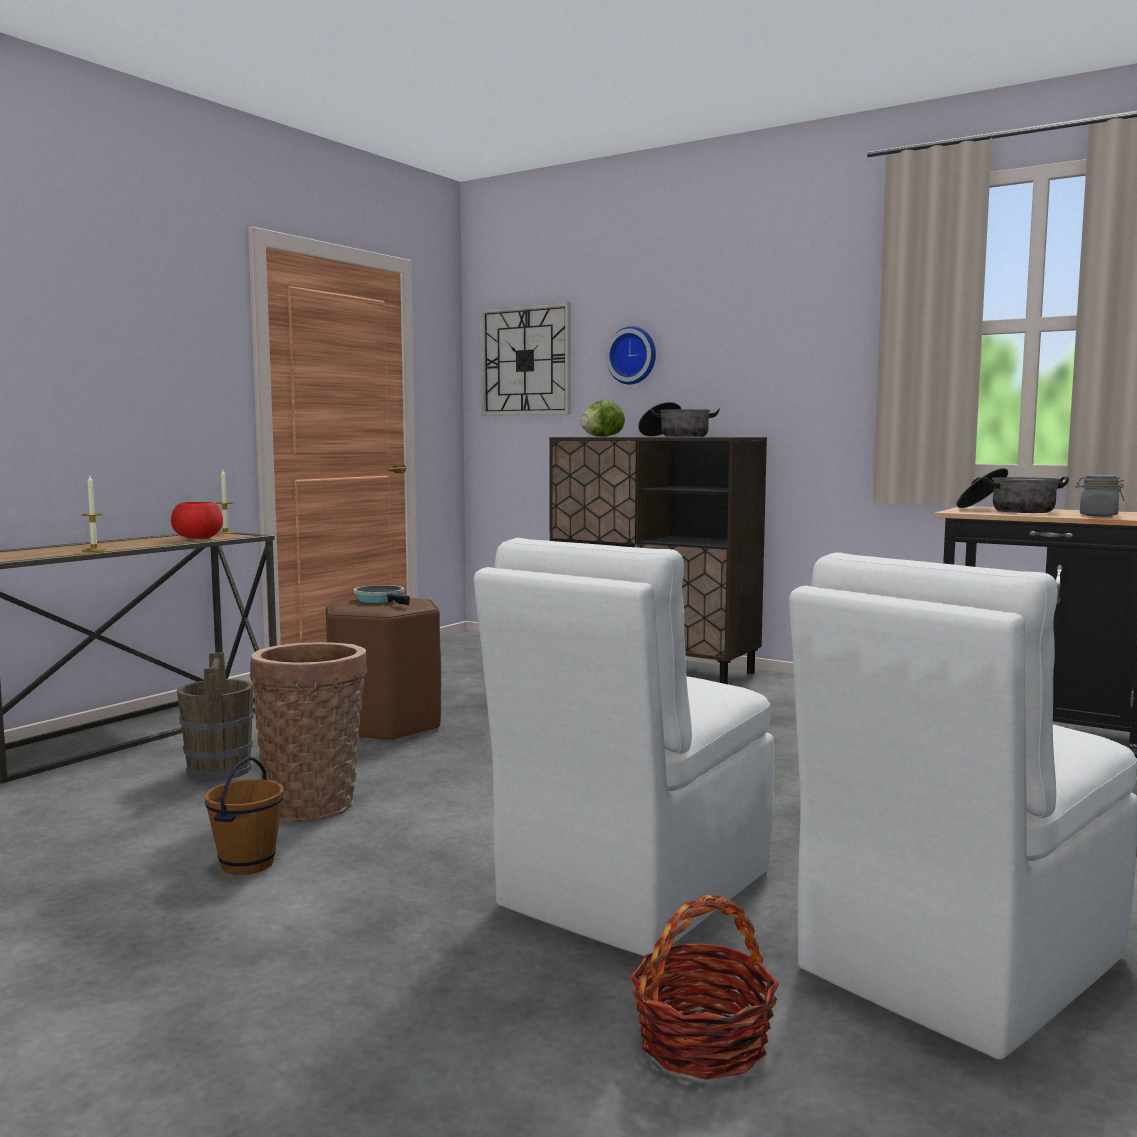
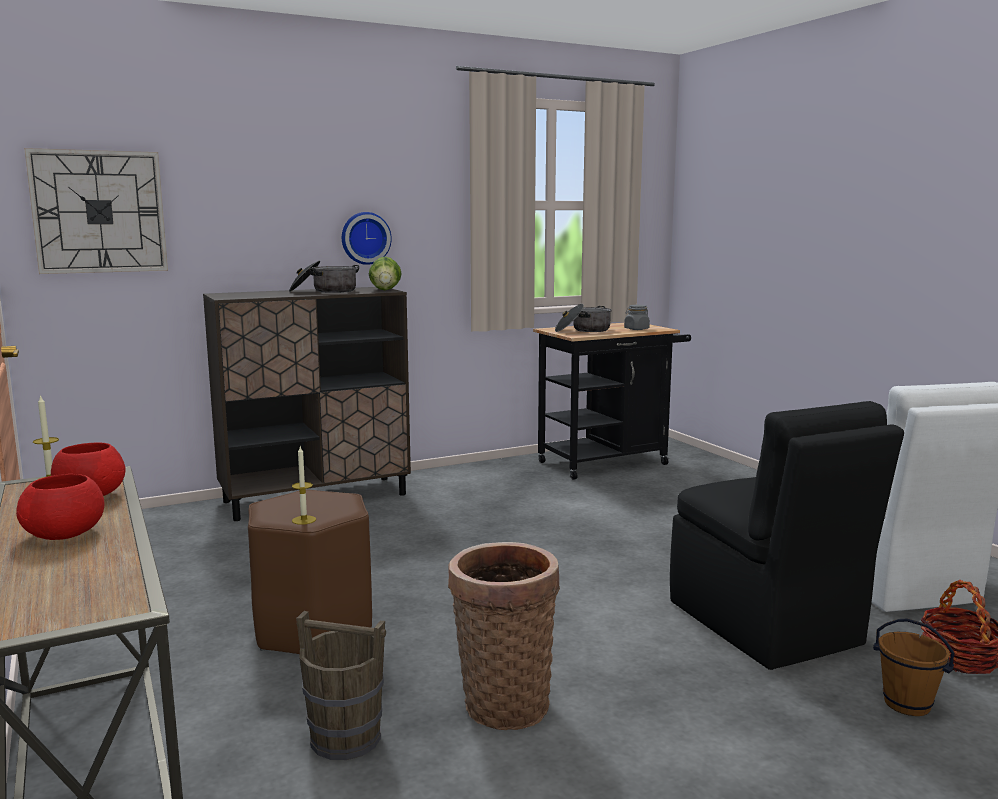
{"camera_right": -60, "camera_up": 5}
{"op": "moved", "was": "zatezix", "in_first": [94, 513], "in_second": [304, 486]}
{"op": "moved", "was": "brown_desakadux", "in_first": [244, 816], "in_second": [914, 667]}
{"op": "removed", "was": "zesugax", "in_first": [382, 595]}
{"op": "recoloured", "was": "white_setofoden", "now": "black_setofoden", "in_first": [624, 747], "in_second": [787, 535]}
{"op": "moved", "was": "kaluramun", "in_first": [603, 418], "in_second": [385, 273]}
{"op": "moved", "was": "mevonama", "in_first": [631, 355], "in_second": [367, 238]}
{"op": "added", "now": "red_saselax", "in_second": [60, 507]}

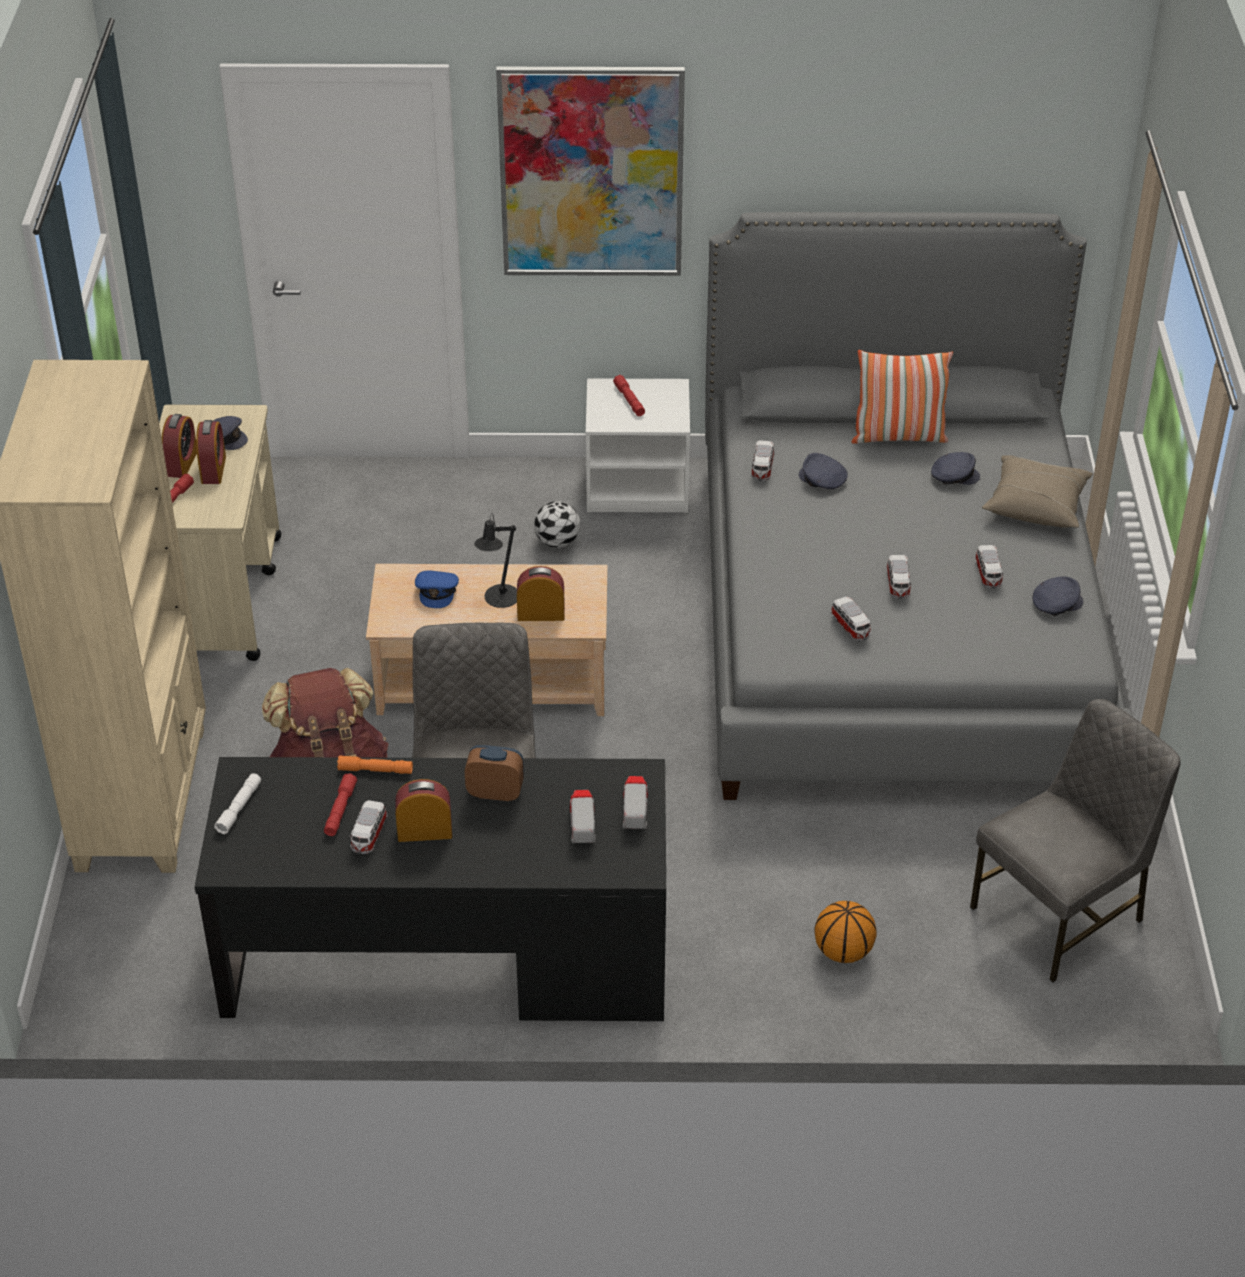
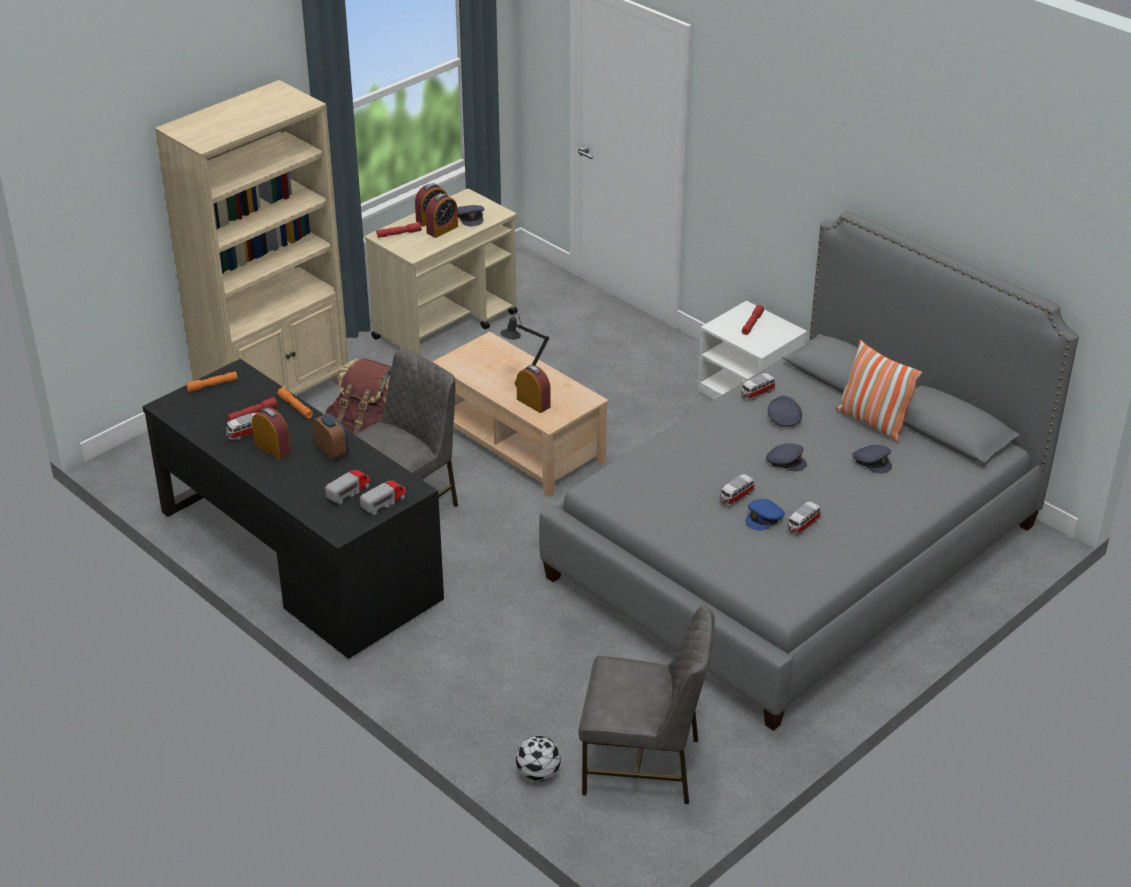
{"camera_right": 45, "camera_up": -5}
{"op": "recoloured", "was": "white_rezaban", "now": "orange_rezaban", "in_first": [237, 803], "in_second": [212, 382]}
{"op": "moved", "was": "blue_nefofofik", "in_first": [437, 589], "in_second": [765, 515]}
{"op": "removed", "was": "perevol", "in_first": [590, 171]}
{"op": "moved", "was": "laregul", "in_first": [557, 524], "in_second": [538, 759]}
{"op": "removed", "was": "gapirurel", "in_first": [845, 932]}
{"op": "removed", "was": "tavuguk", "in_first": [850, 619]}
{"op": "removed", "was": "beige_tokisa", "in_first": [1037, 491]}
{"op": "moved", "was": "grey_nefofofik", "in_first": [1058, 596], "in_second": [786, 457]}

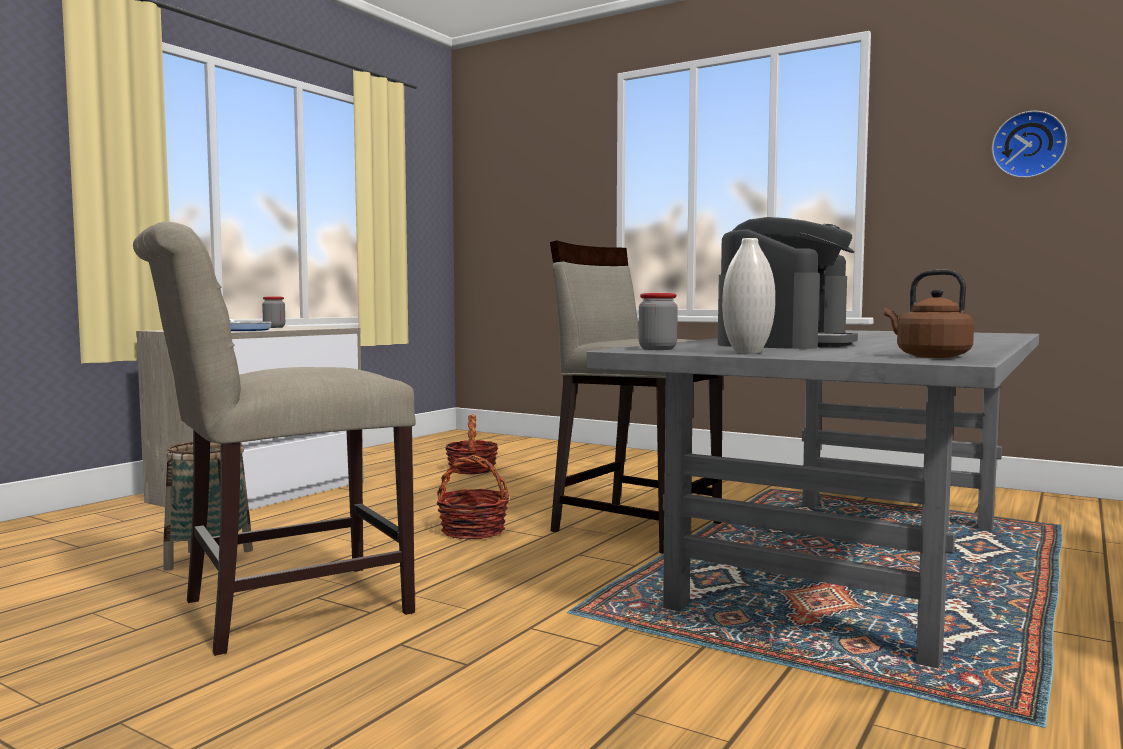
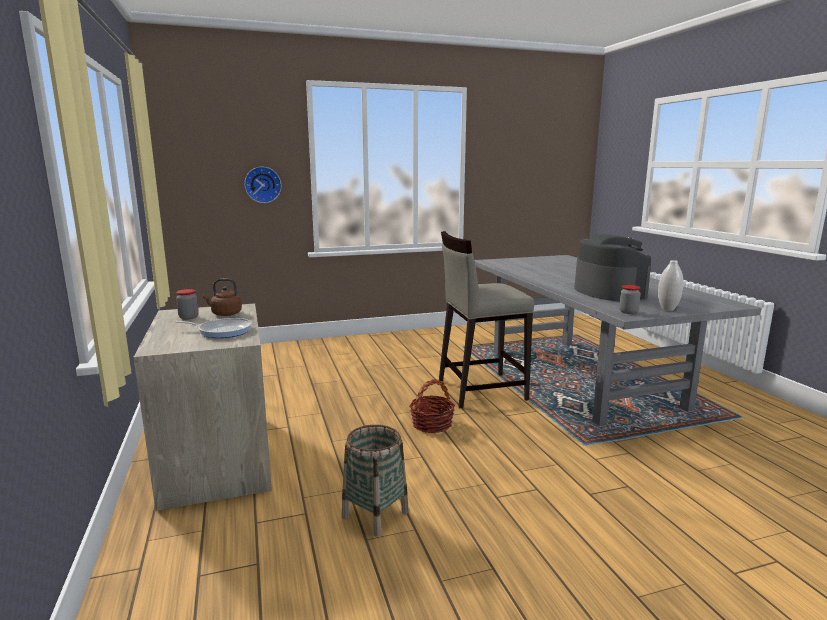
{"camera_right": -50, "camera_up": 10}
{"op": "removed", "was": "beige_setofoden", "in_first": [274, 438]}
{"op": "removed", "was": "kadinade", "in_first": [471, 444]}
{"op": "moved", "was": "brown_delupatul", "in_first": [929, 314], "in_second": [222, 297]}
{"op": "moved", "was": "mevonama", "in_first": [1029, 144], "in_second": [262, 184]}

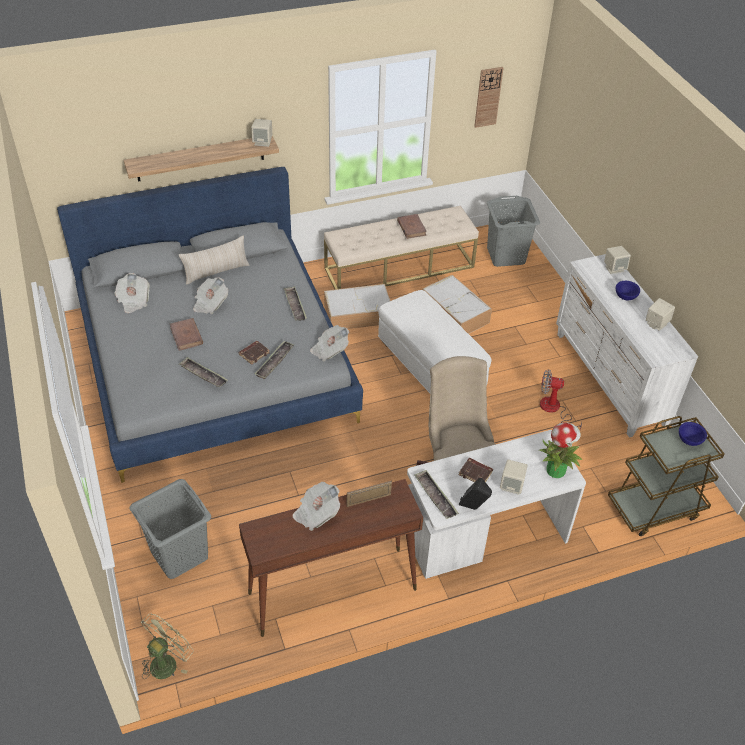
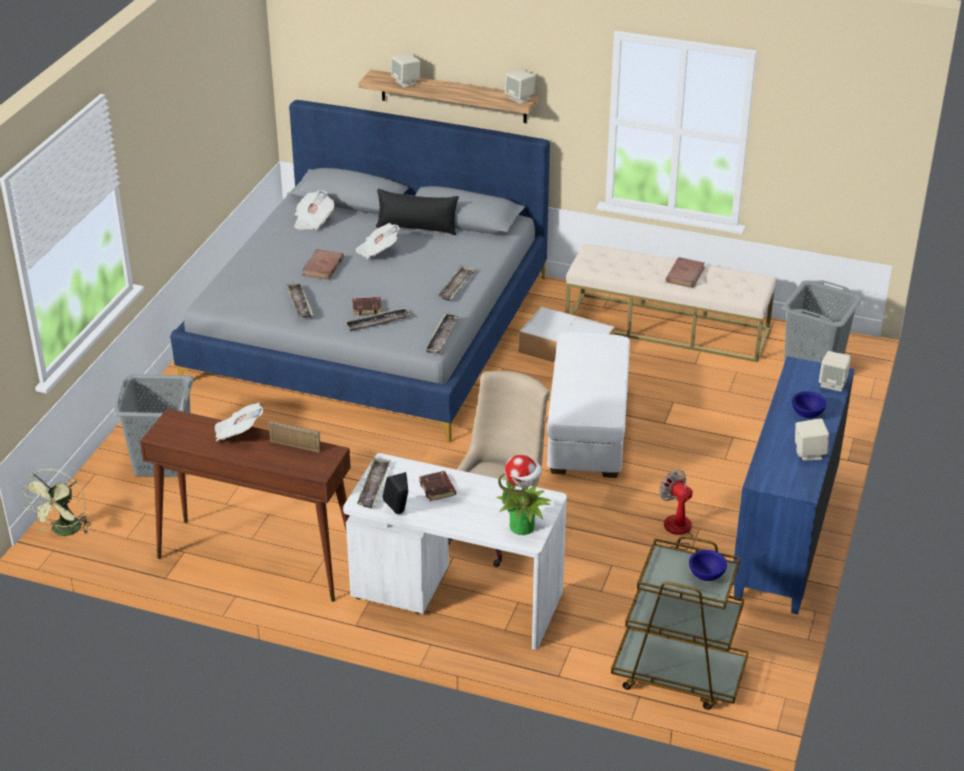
{"camera_right": 40, "camera_up": -10}
{"op": "turned", "was": "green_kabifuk", "in_first": [166, 646], "in_second": [57, 502], "clockwise": 120}
{"op": "recoloured", "was": "beige_tokisa", "now": "black_tokisa", "in_first": [214, 260], "in_second": [417, 212]}
{"op": "replaced", "was": "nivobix", "now": "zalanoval", "in_first": [329, 343], "in_second": [442, 334]}
{"op": "removed", "was": "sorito", "in_first": [457, 304]}
{"op": "removed", "was": "mevonama", "in_first": [489, 97]}
{"op": "moved", "was": "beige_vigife", "in_first": [514, 477], "in_second": [406, 71]}
{"op": "recoloured", "was": "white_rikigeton", "now": "blue_rikigeton", "in_first": [627, 345], "in_second": [794, 485]}

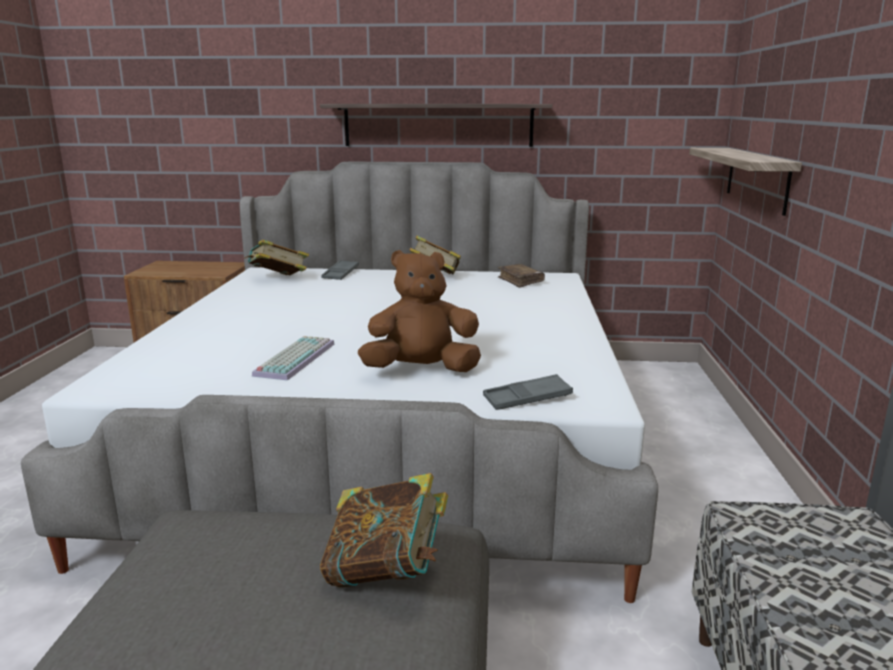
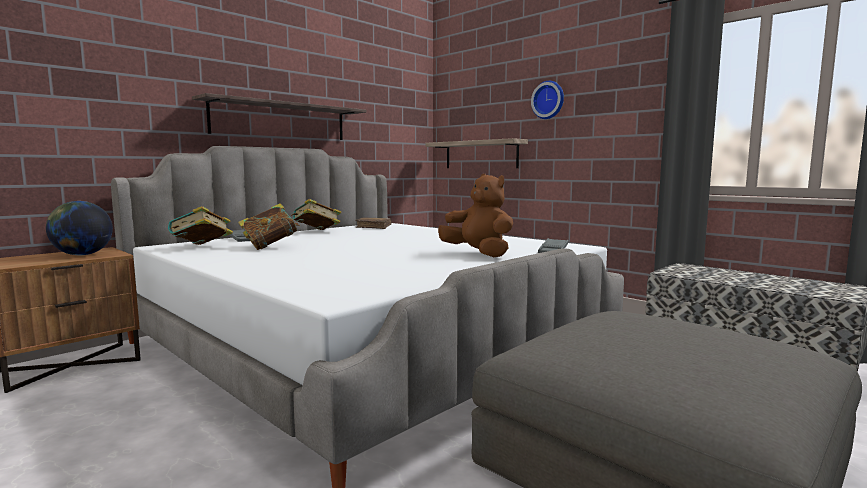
{"camera_right": -50, "camera_up": -10}
{"op": "removed", "was": "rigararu", "in_first": [293, 358]}
{"op": "moved", "was": "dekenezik", "in_first": [384, 530], "in_second": [269, 226]}
{"op": "turned", "was": "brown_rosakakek", "in_first": [419, 311], "in_second": [475, 215], "clockwise": 105}
{"op": "added", "now": "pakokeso", "in_second": [79, 228]}
{"op": "added", "now": "mevonama", "in_second": [547, 100]}

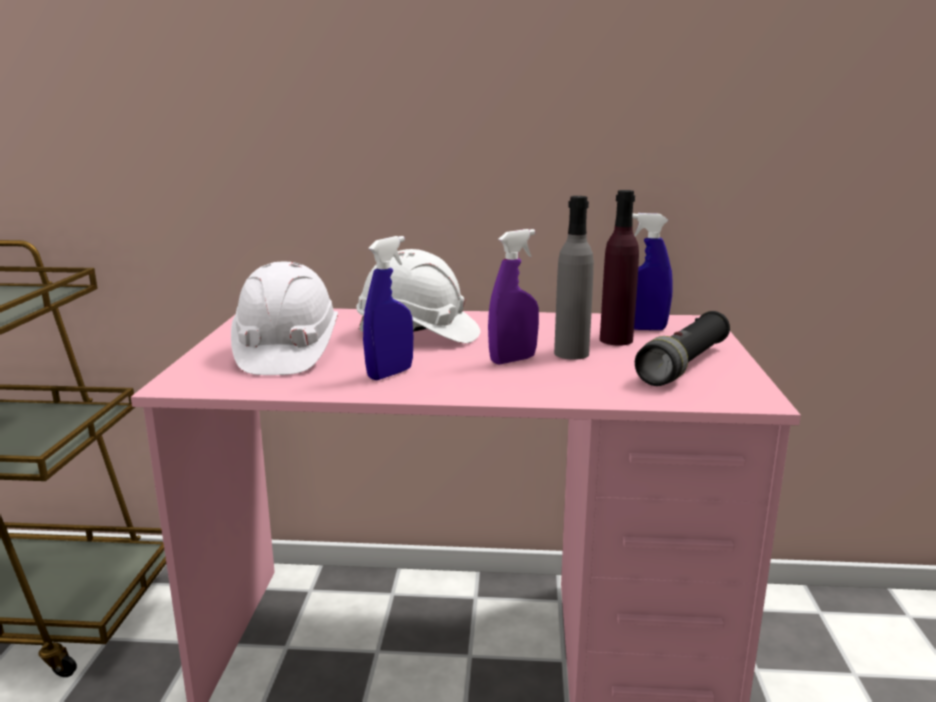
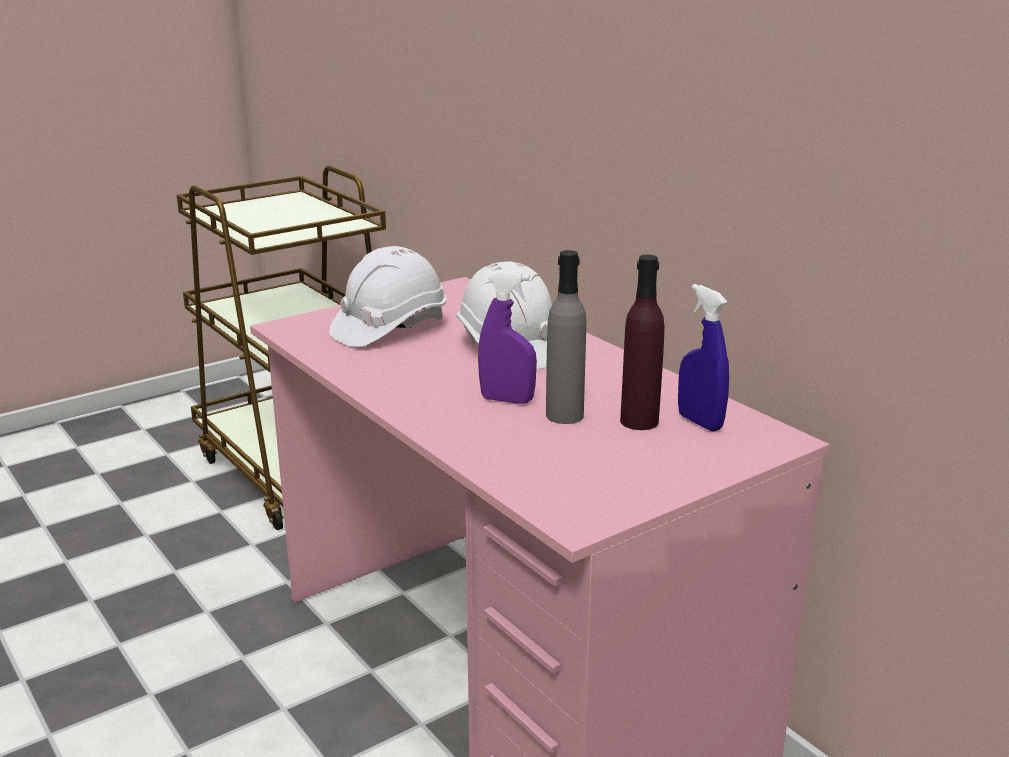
{"camera_right": 50, "camera_up": 5}
{"op": "removed", "was": "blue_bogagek", "in_first": [388, 308]}
{"op": "removed", "was": "black_rezaban", "in_first": [682, 348]}

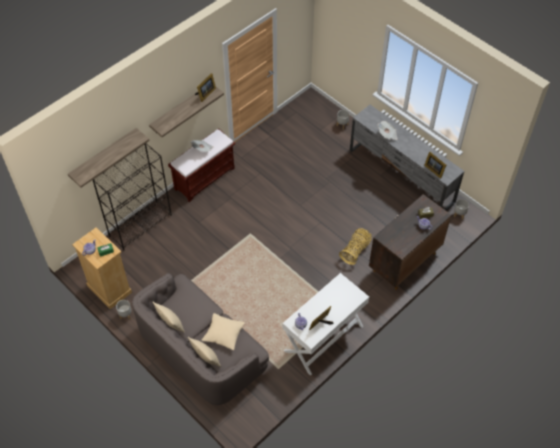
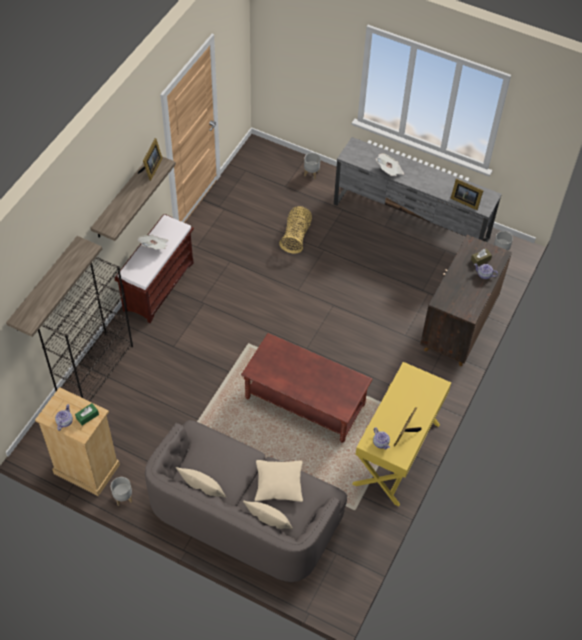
{"camera_right": -20, "camera_up": 0}
{"op": "recoloured", "was": "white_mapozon", "now": "yellow_mapozon", "in_first": [326, 324], "in_second": [401, 434]}
{"op": "moved", "was": "kadinade", "in_first": [355, 246], "in_second": [295, 230]}
{"op": "added", "now": "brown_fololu", "in_second": [307, 388]}

